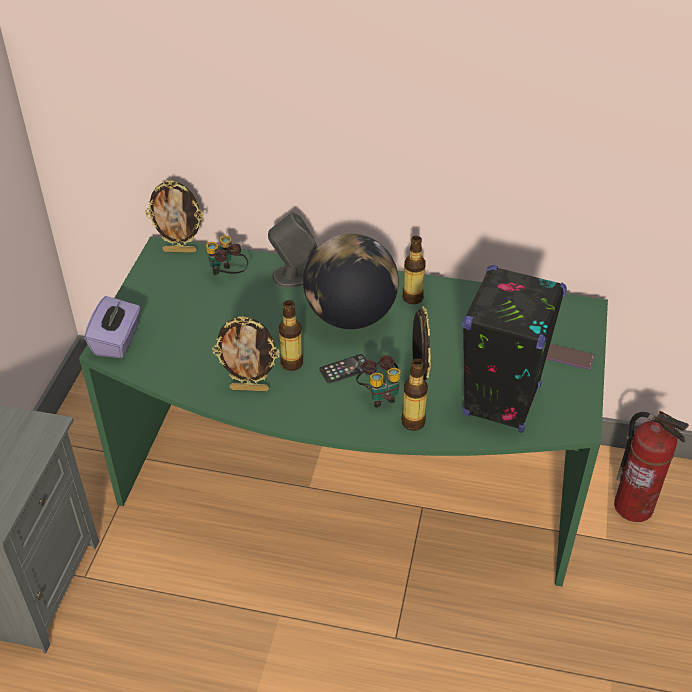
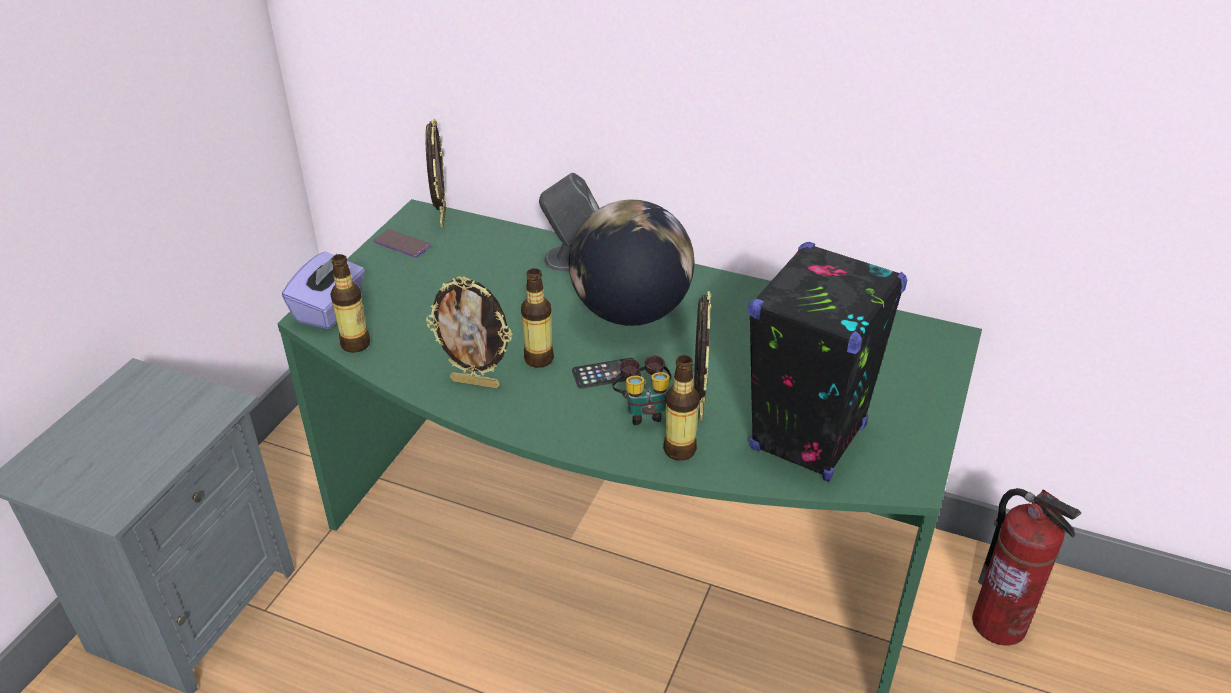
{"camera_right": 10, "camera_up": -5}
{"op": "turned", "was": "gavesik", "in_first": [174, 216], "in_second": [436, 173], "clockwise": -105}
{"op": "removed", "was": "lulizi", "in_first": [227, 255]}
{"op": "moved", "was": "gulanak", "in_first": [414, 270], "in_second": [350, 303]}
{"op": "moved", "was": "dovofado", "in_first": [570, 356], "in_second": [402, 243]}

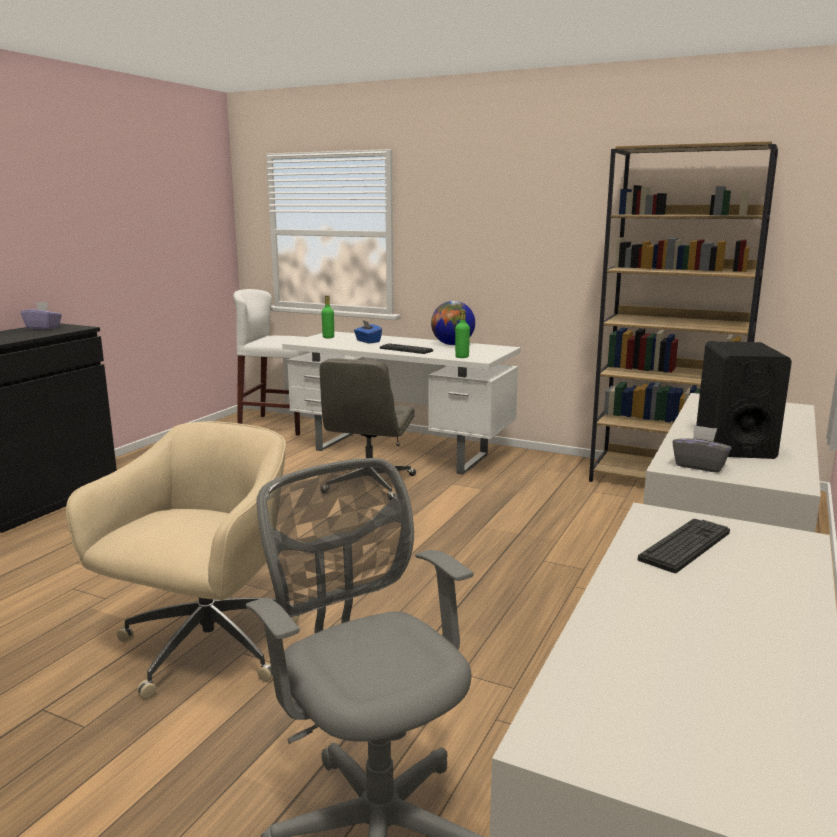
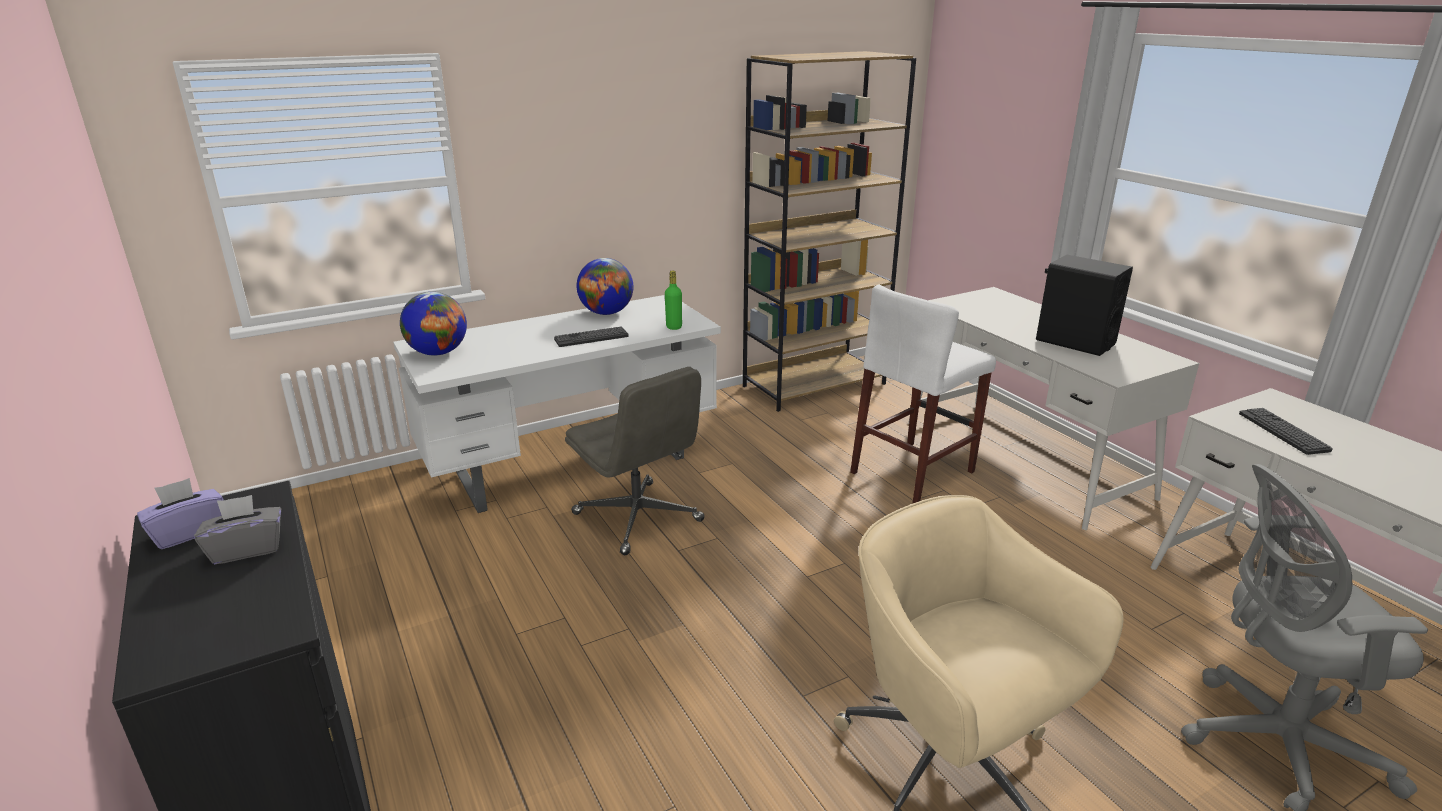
{"camera_right": -55, "camera_up": 10}
{"op": "moved", "was": "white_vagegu", "in_first": [271, 362], "in_second": [923, 394]}
{"op": "replaced", "was": "green_gulanak", "now": "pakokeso", "in_first": [327, 317], "in_second": [433, 324]}
{"op": "removed", "was": "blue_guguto", "in_first": [368, 331]}
{"op": "moved", "was": "grey_guguto", "in_first": [702, 449], "in_second": [237, 529]}

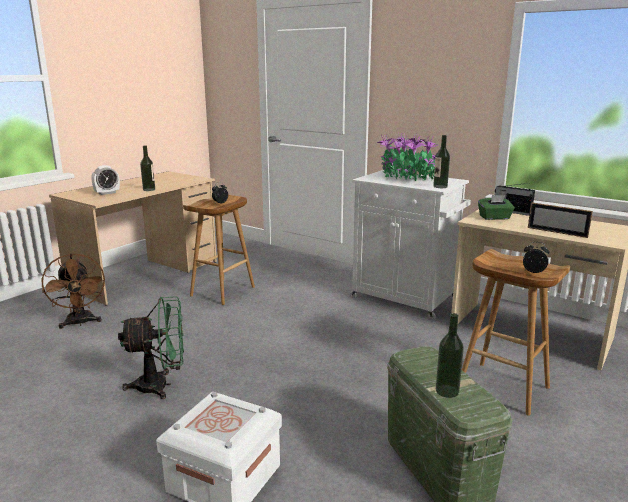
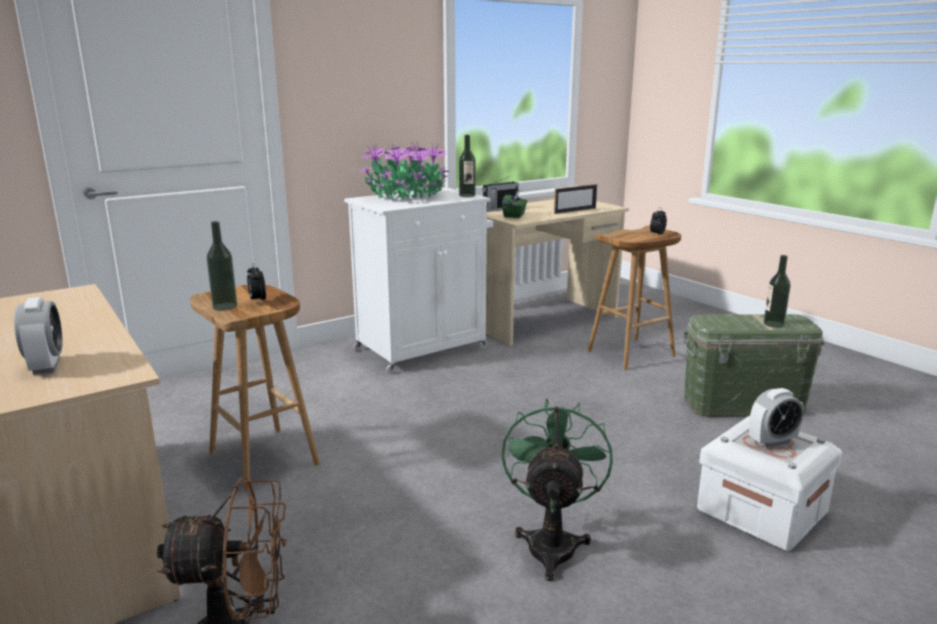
{"camera_right": -70, "camera_up": 0}
{"op": "moved", "was": "gulanak", "in_first": [147, 168], "in_second": [222, 266]}
{"op": "added", "now": "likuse", "in_second": [776, 418]}

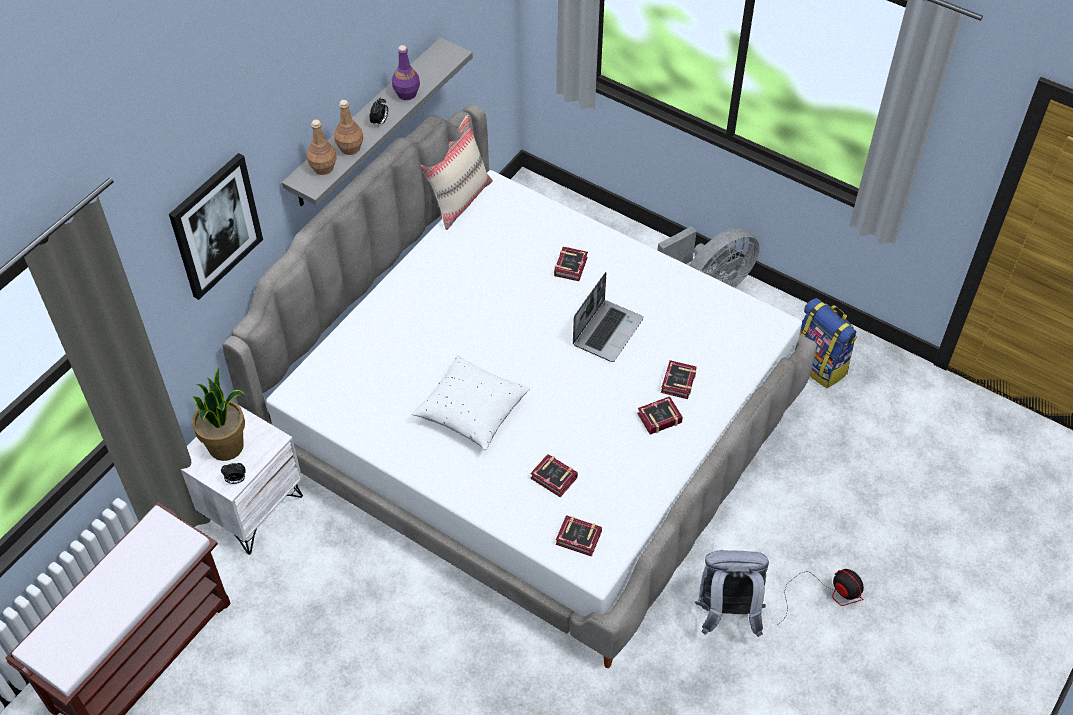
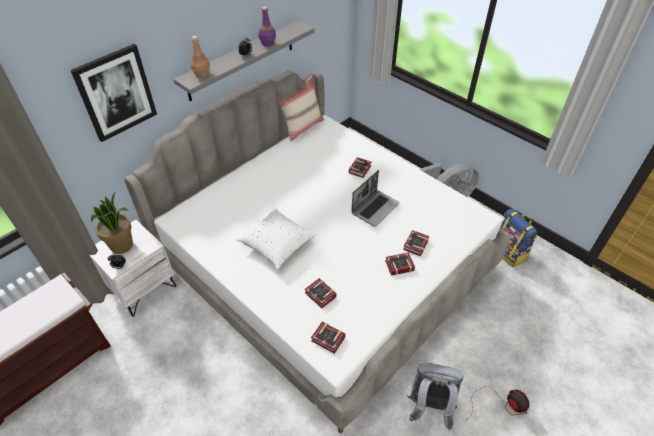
{"camera_right": 10, "camera_up": -5}
{"op": "removed", "was": "brown_gulanak", "in_first": [348, 127]}

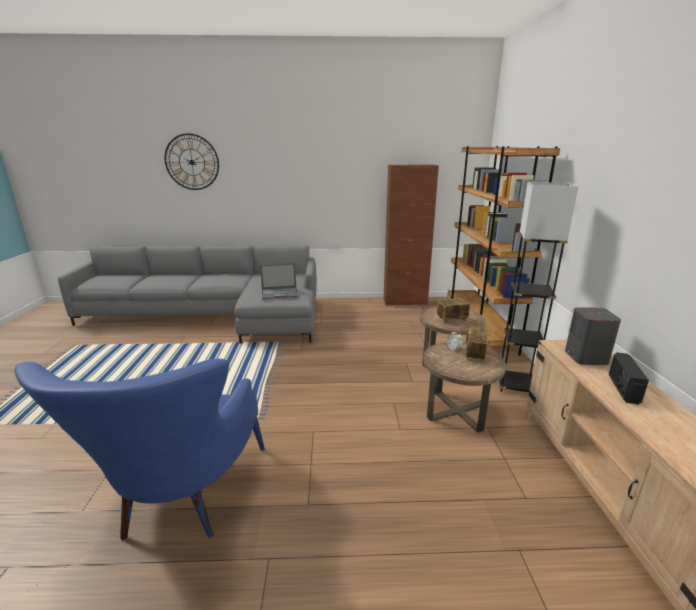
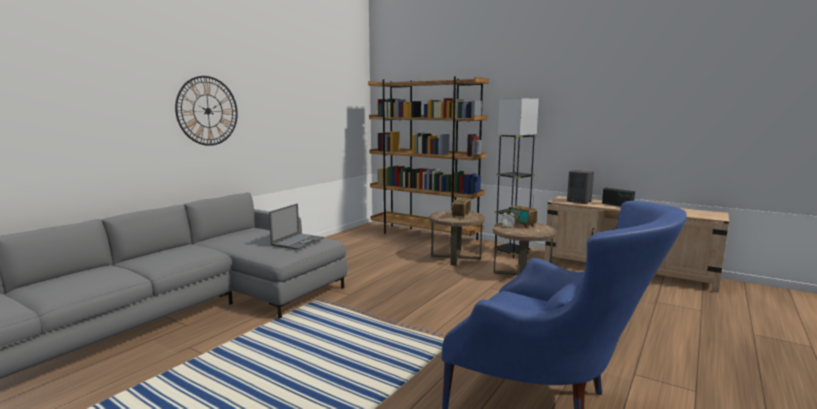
{"camera_right": -55, "camera_up": -10}
{"op": "moved", "was": "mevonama", "in_first": [192, 161], "in_second": [206, 111]}
{"op": "removed", "was": "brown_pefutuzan", "in_first": [411, 235]}

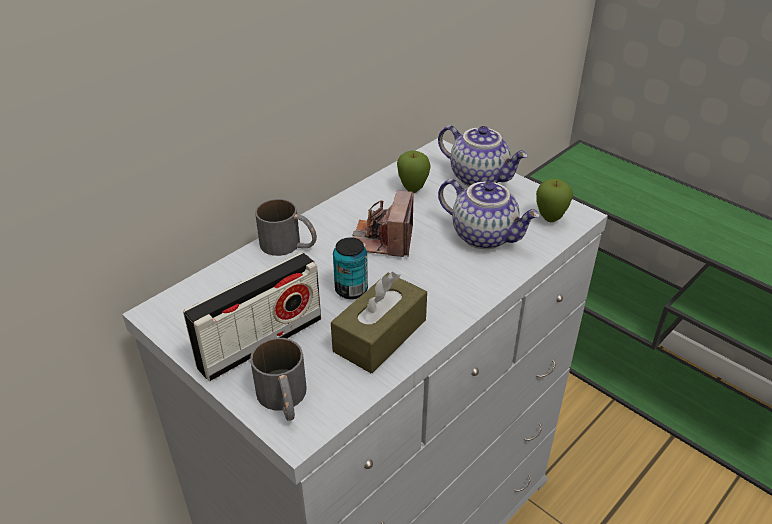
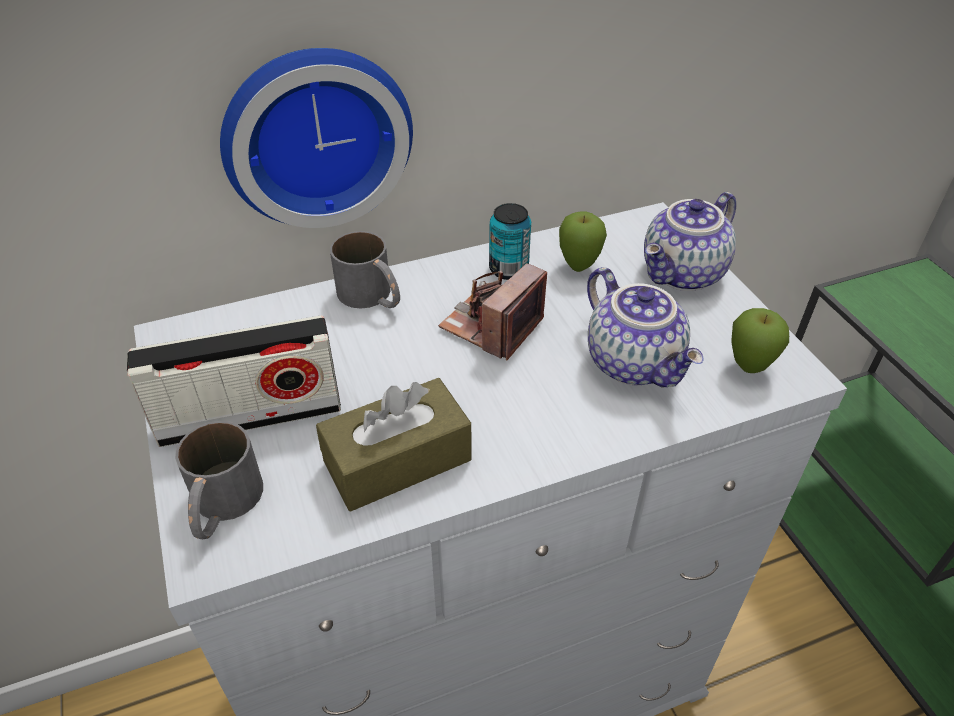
{"camera_right": 25, "camera_up": 5}
{"op": "moved", "was": "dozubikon", "in_first": [350, 268], "in_second": [510, 241]}
{"op": "turned", "was": "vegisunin", "in_first": [483, 155], "in_second": [690, 241], "clockwise": 75}
{"op": "added", "now": "mevonama", "in_second": [316, 138]}

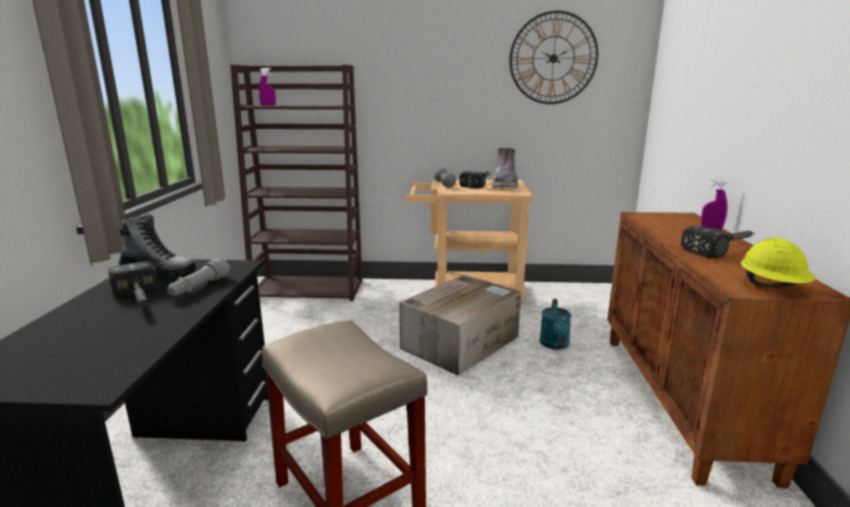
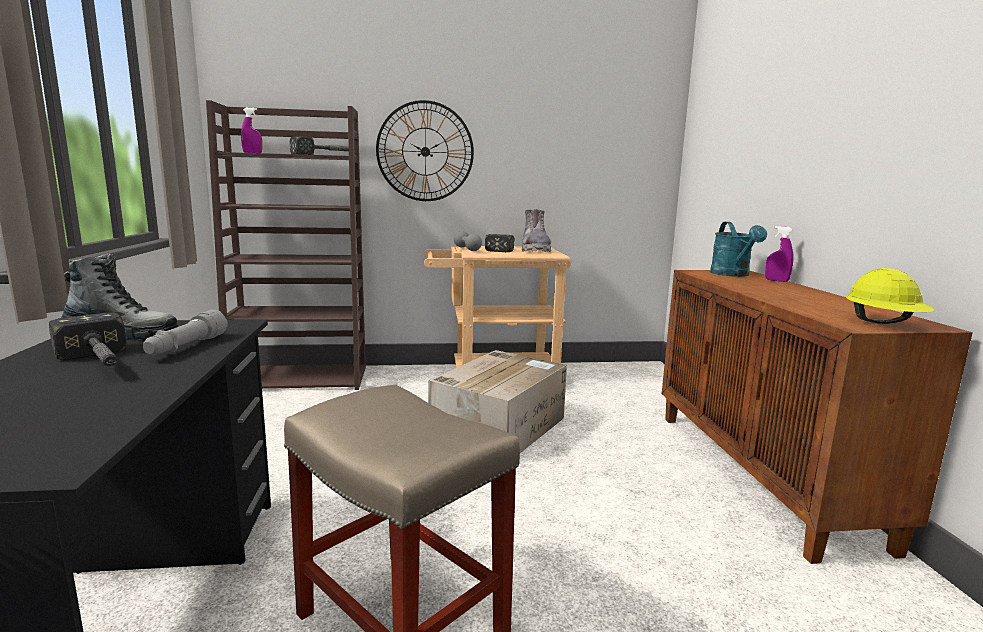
{"camera_right": -10, "camera_up": -5}
{"op": "moved", "was": "mevonama", "in_first": [553, 57], "in_second": [425, 150]}
{"op": "moved", "was": "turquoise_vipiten", "in_first": [555, 324], "in_second": [738, 249]}
{"op": "moved", "was": "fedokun", "in_first": [718, 242], "in_second": [319, 145]}

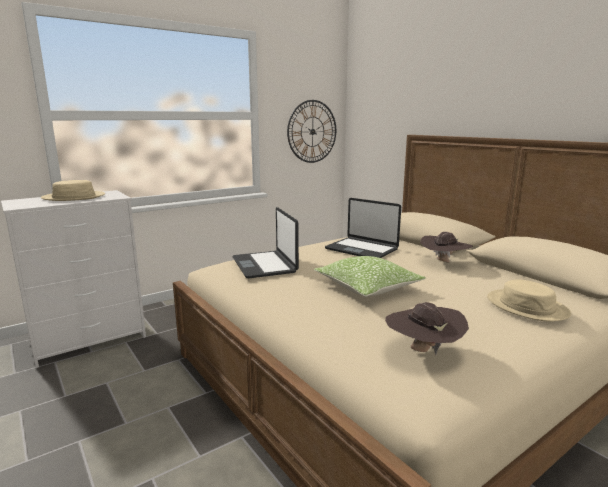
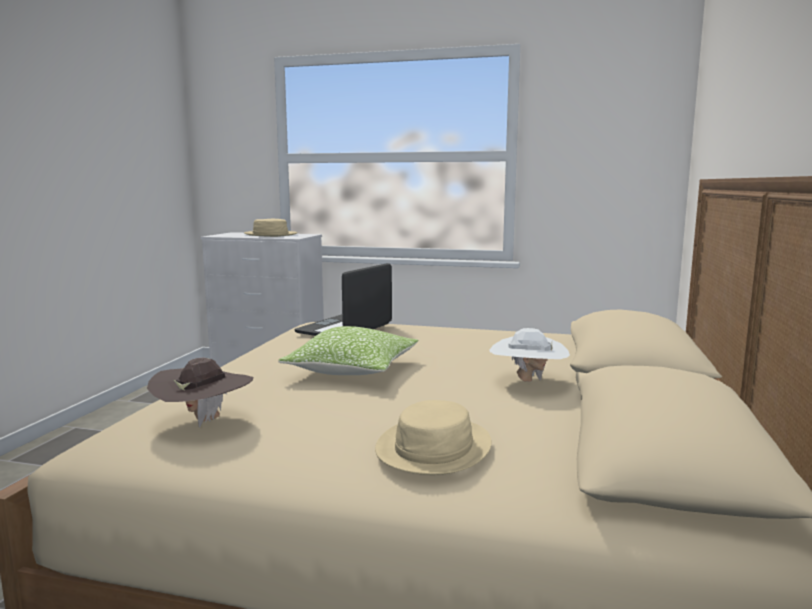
{"camera_right": 50, "camera_up": -5}
{"op": "removed", "was": "mevonama", "in_first": [311, 131]}
{"op": "removed", "was": "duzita", "in_first": [363, 228]}
{"op": "recoloured", "was": "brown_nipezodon", "now": "white_nipezodon", "in_first": [446, 247], "in_second": [529, 355]}

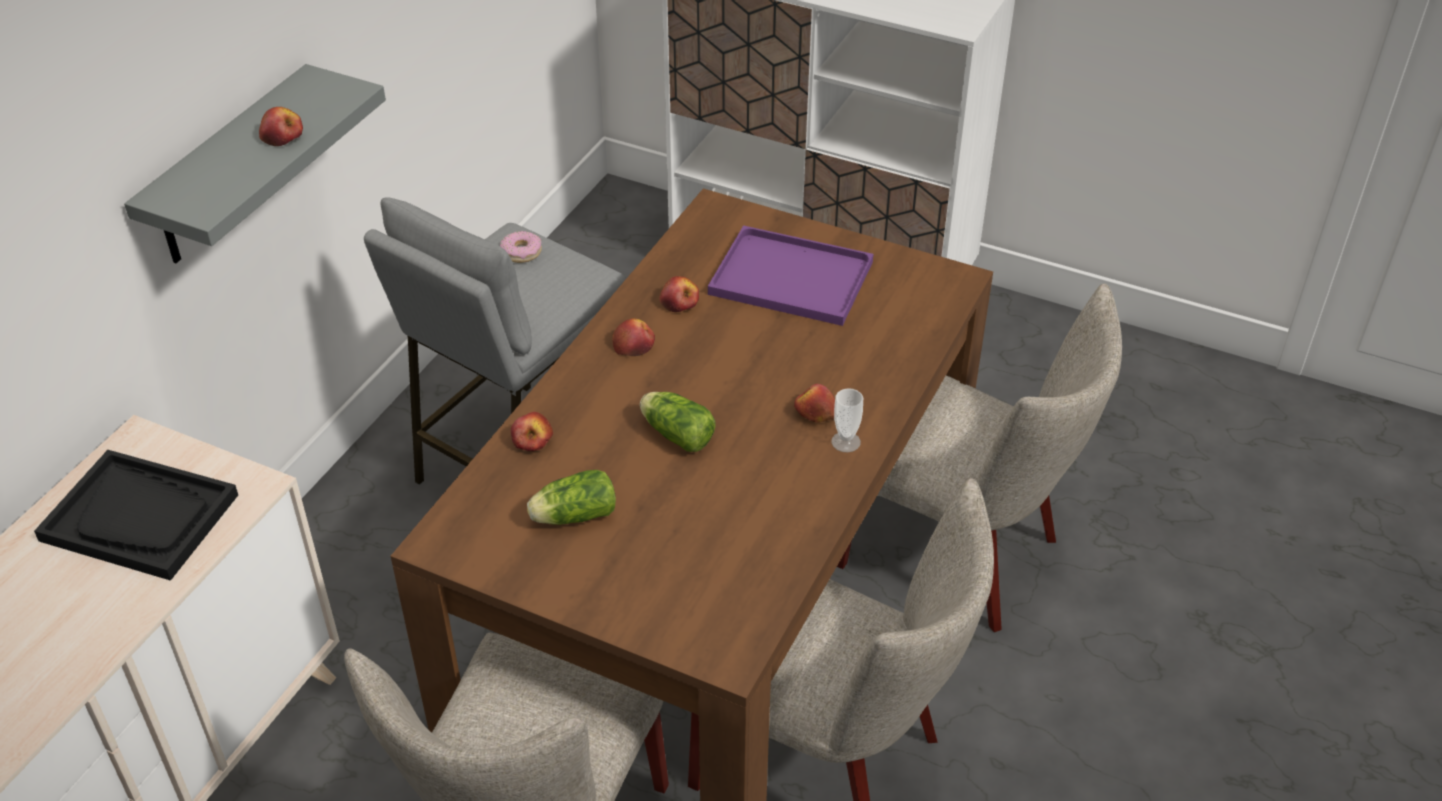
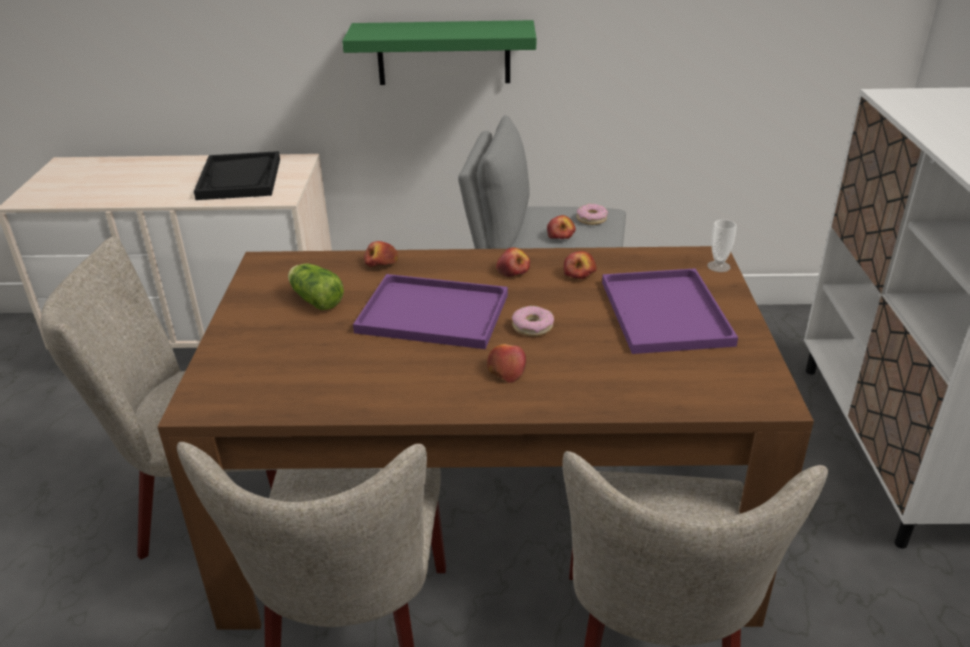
{"camera_right": 65, "camera_up": -10}
{"op": "recoloured", "was": "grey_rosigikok", "now": "green_rosigikok", "in_first": [255, 163], "in_second": [439, 52]}
{"op": "moved", "was": "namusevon", "in_first": [281, 126], "in_second": [561, 227]}
{"op": "replaced", "was": "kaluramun", "now": "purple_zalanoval", "in_first": [678, 422], "in_second": [430, 311]}
{"op": "moved", "was": "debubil", "in_first": [847, 420], "in_second": [722, 245]}
{"op": "added", "now": "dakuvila", "in_second": [533, 321]}

